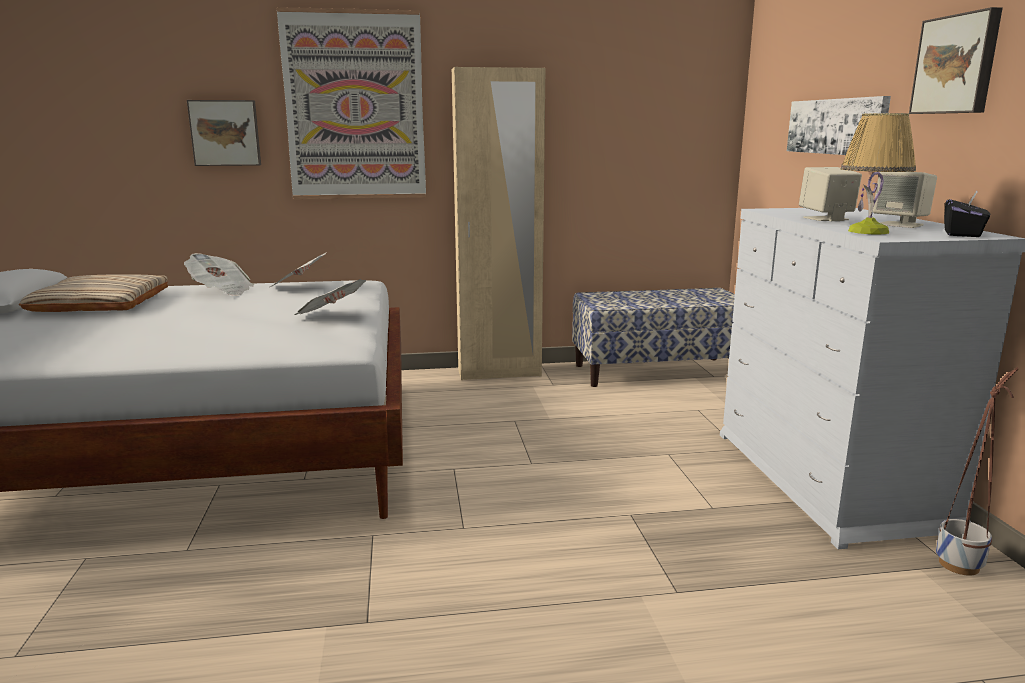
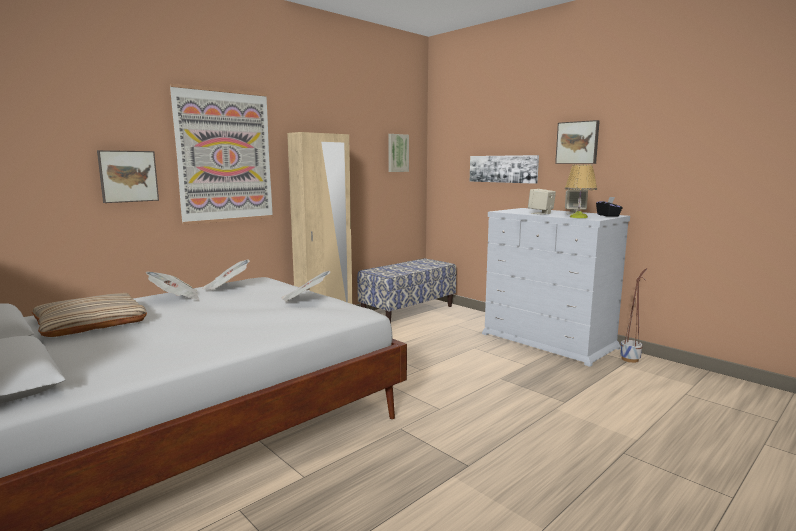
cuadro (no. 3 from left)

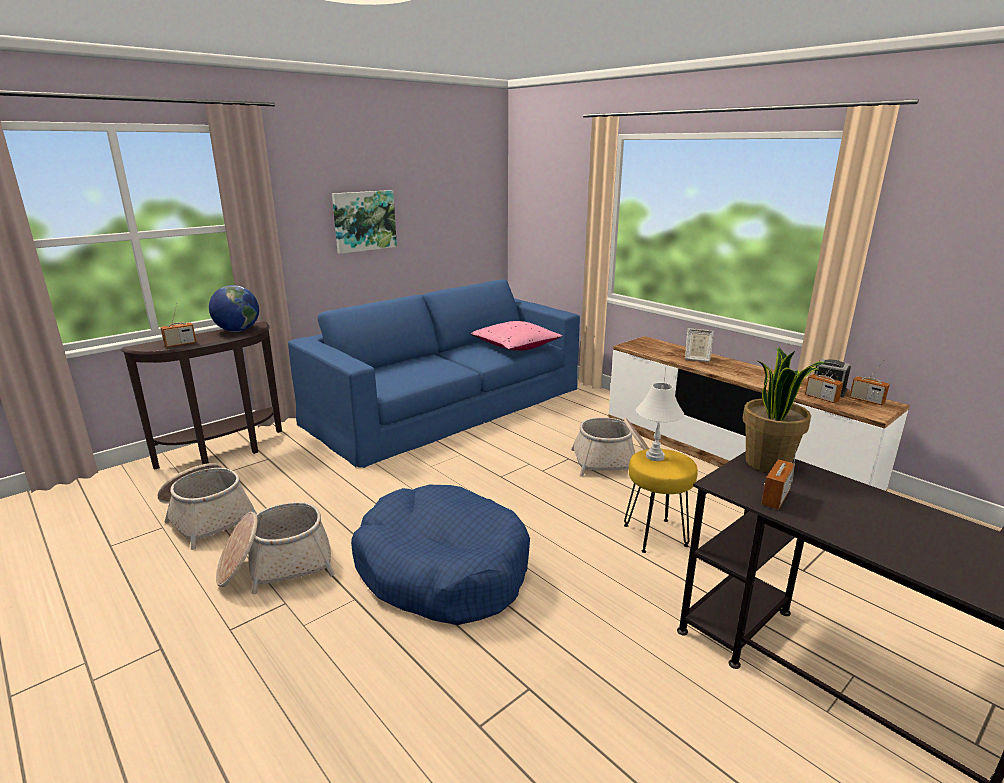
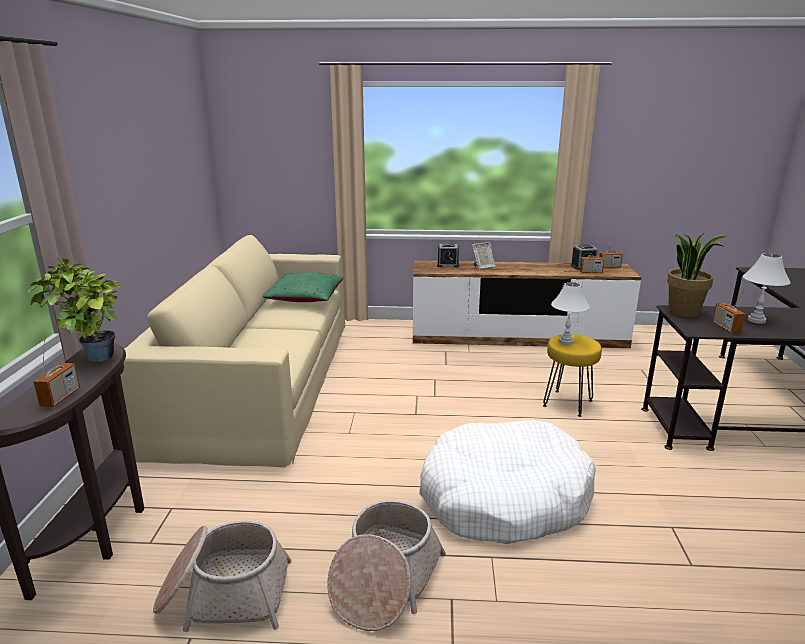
cuadro
cesta (no. 3 from left in the first image)
despertador (no. 1 from left)
lámpara de mesa (blanco) (no. 2 from left)
planta en maceta (no. 1 from left)
sofá (beis)
cama para perro (blanco)
cojín (verde)

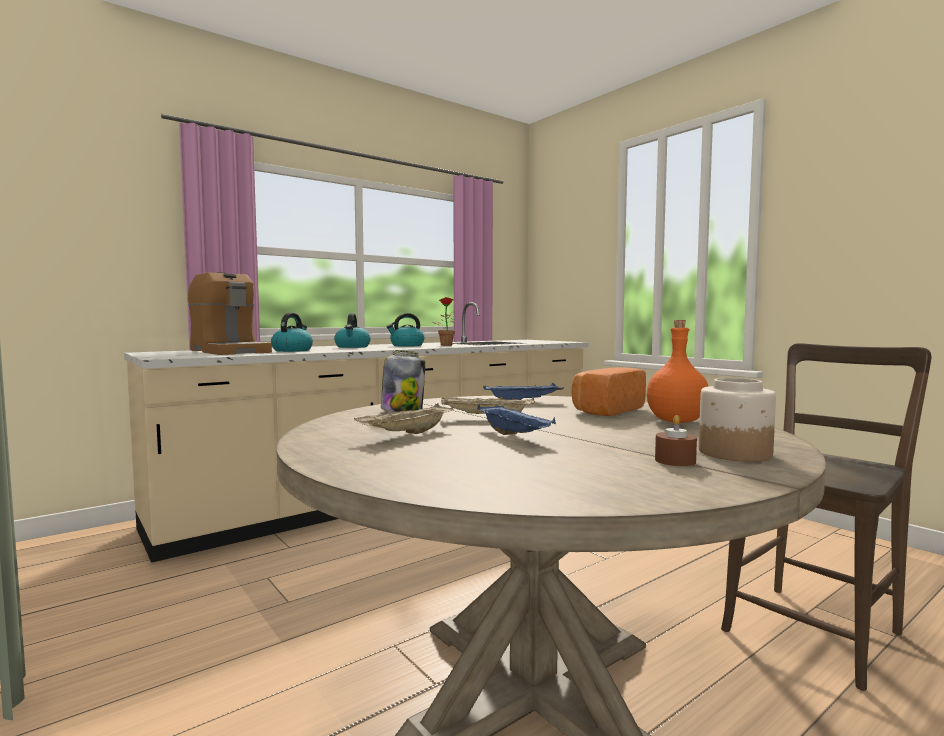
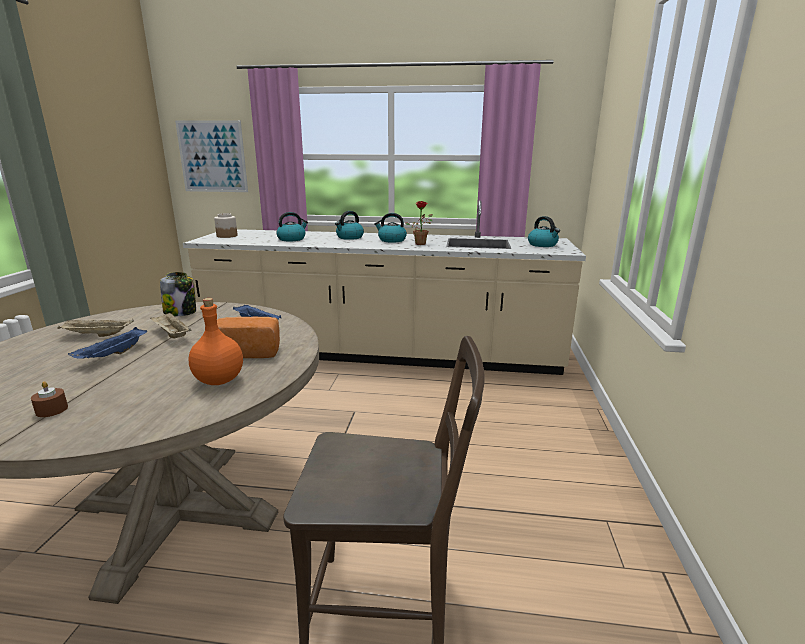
cafetera
cuadro
hervidor (no. 4 from left)
tarro (no. 2 from left)

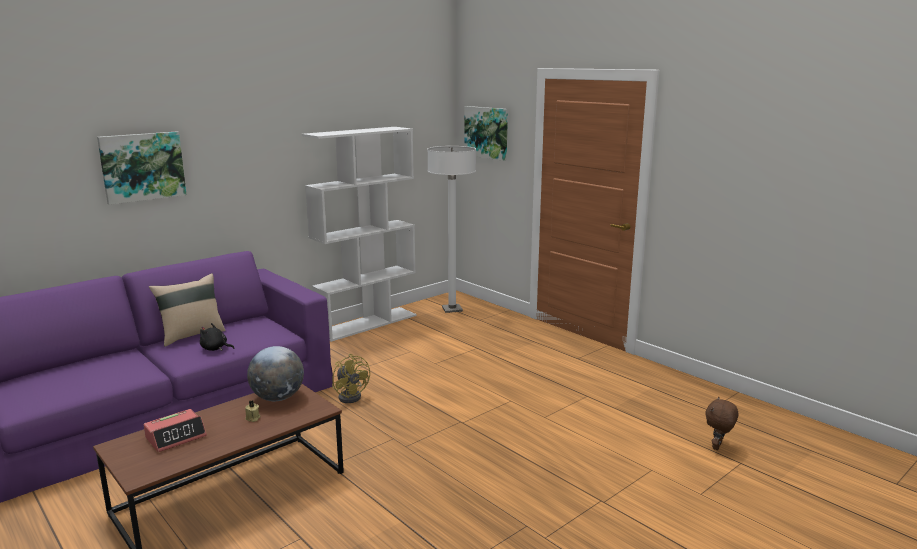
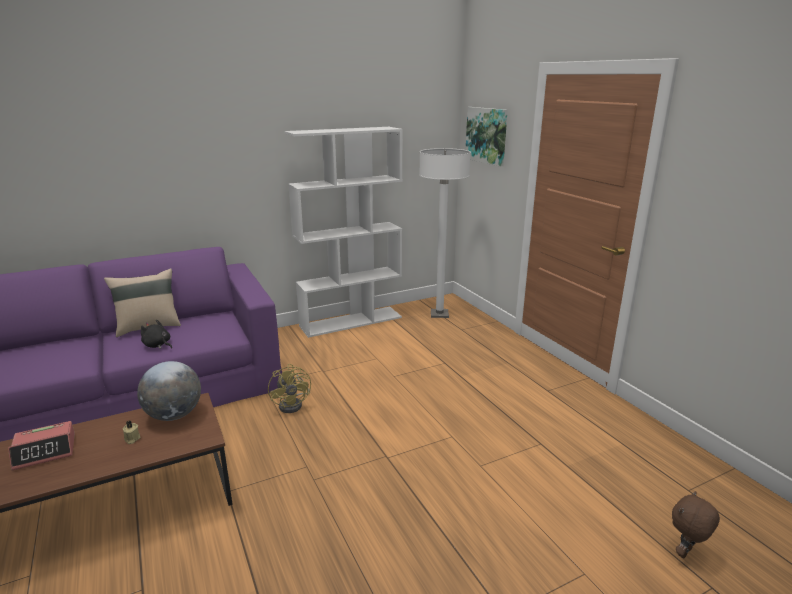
cuadro (no. 1 from left in the first image)

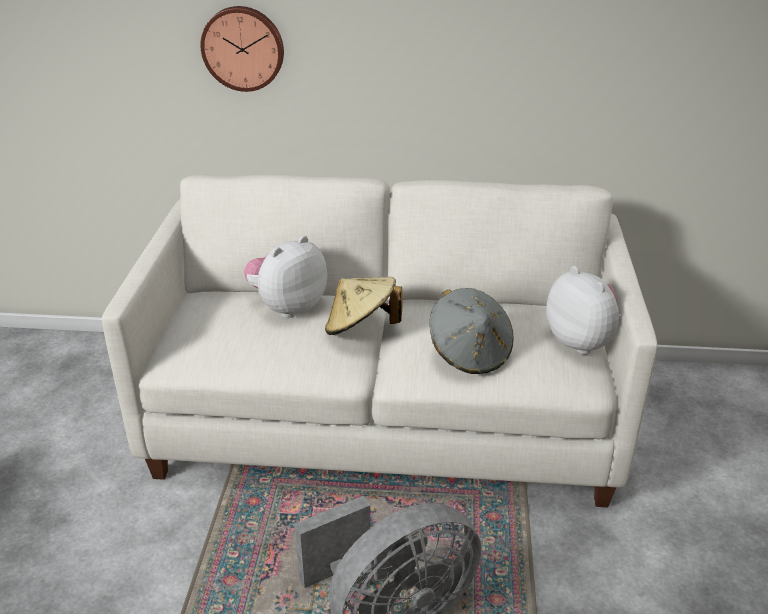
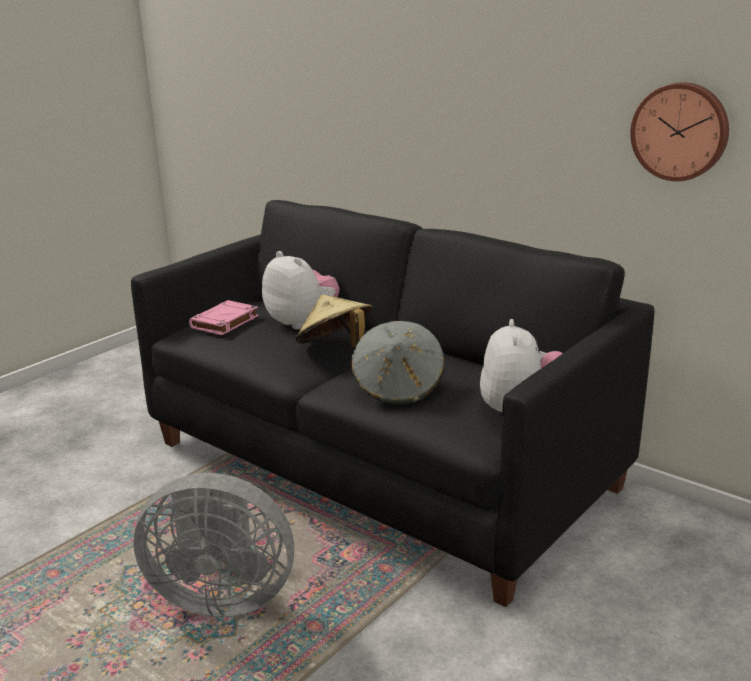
libro (rosa)
reloj de pared
sofá (negro)
peluche (no. 1 from left)

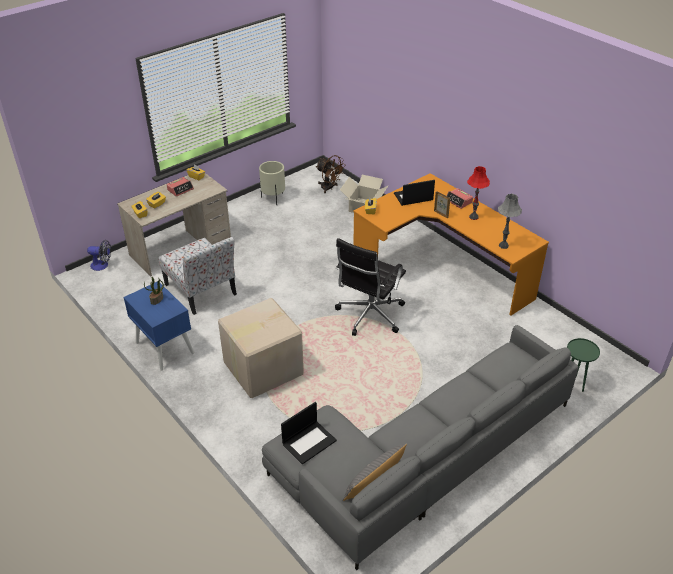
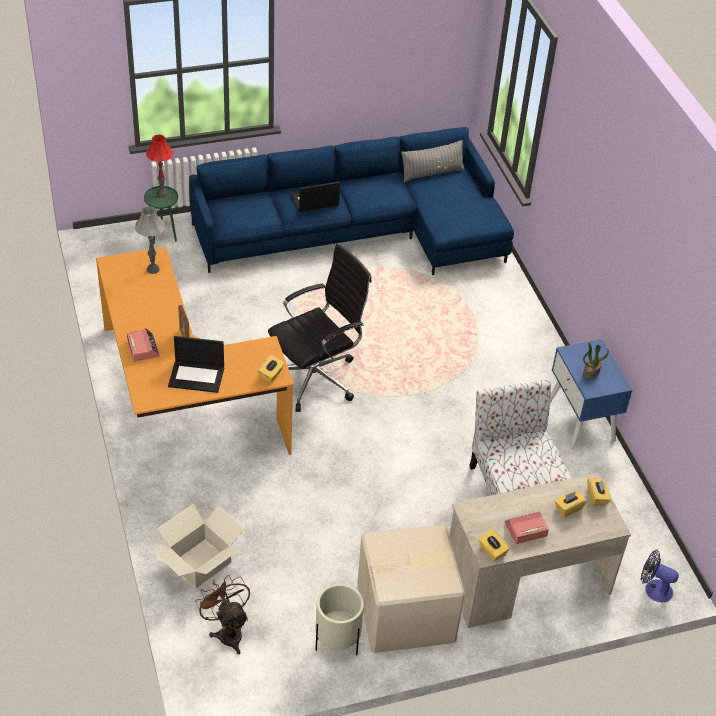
caja de cartón (no. 2 from left)
portátil (no. 2 from left)
lámpara de mesa (rojo)
sofá (azul)

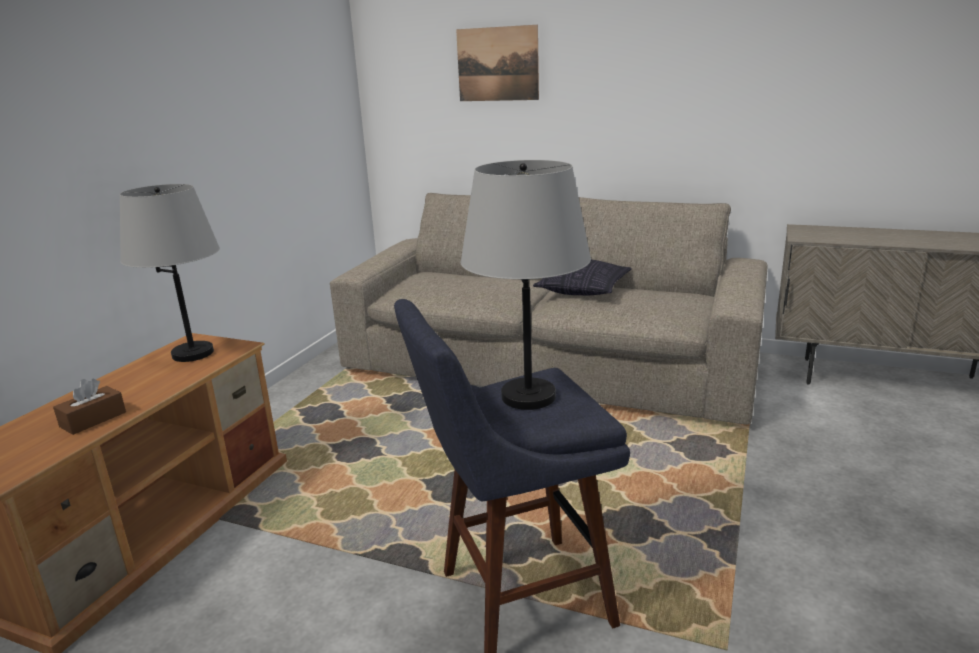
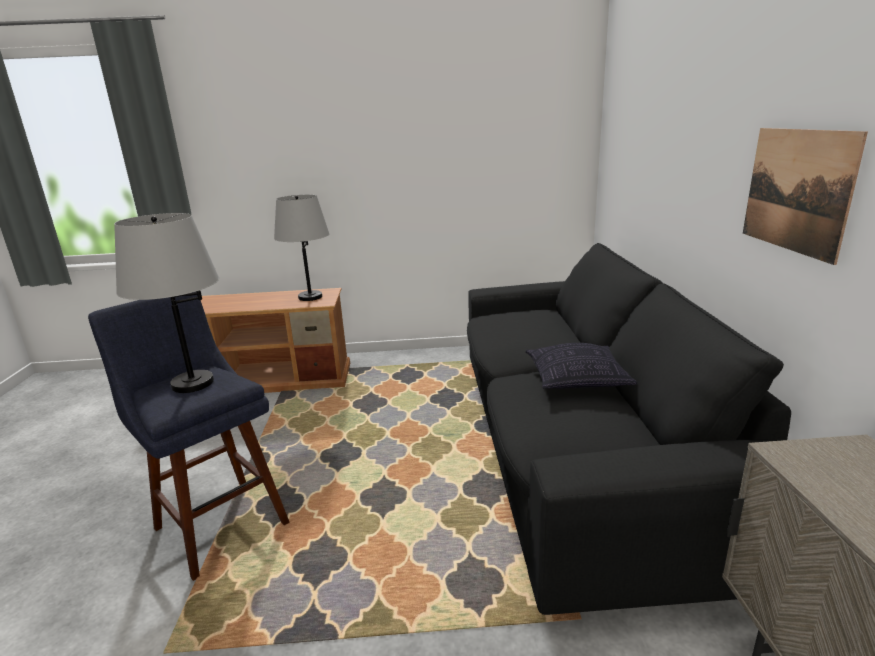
caja de pañuelos (marrón)
cuadro
sofá (negro)

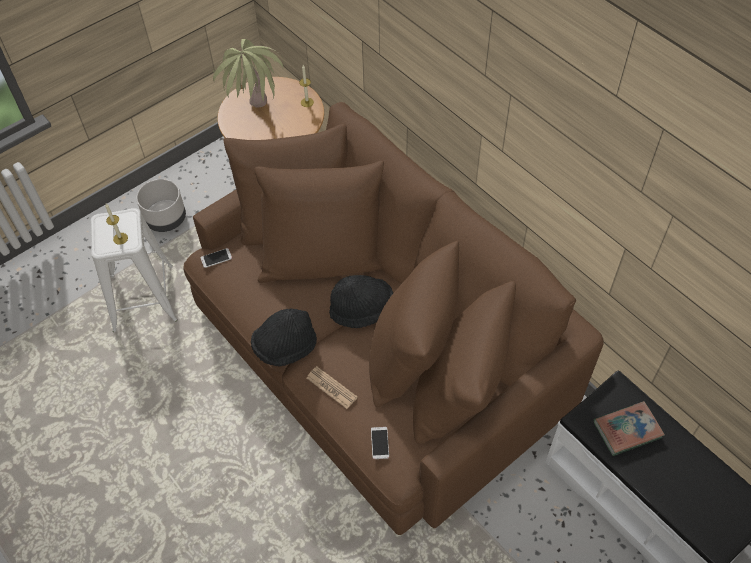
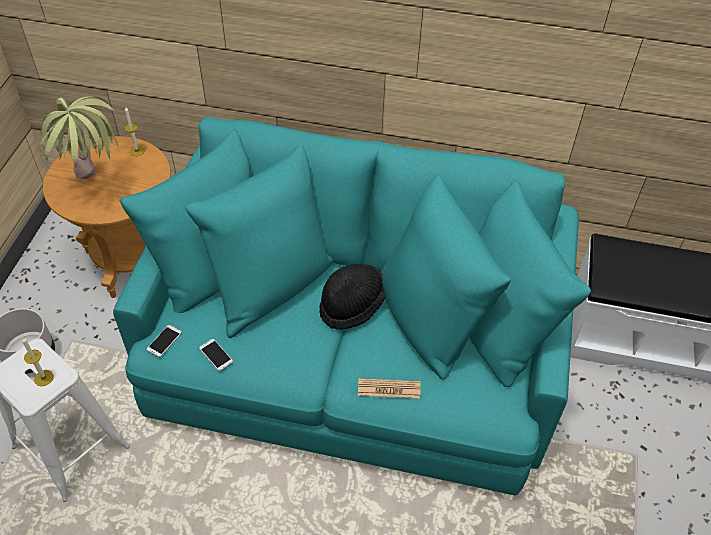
sombrero (negro) (no. 1 from left in the first image)
libro
móvil (no. 2 from left)
sofá (turquesa)

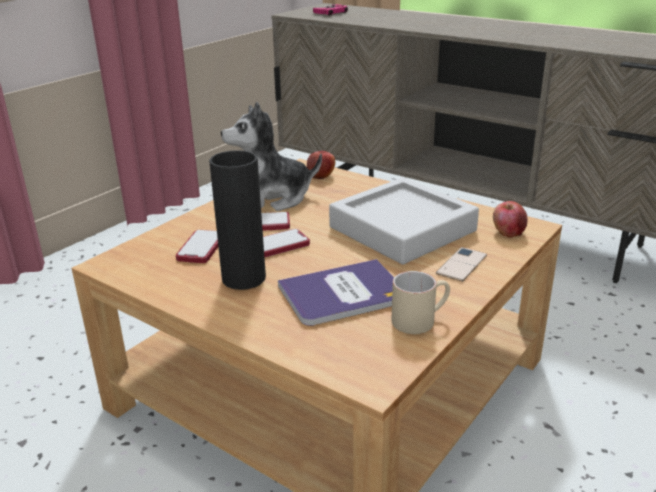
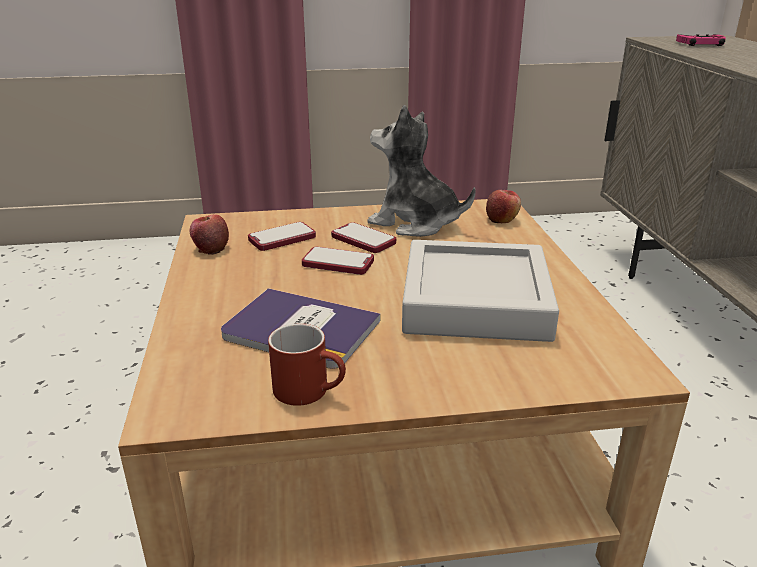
florero (negro)
móvil (no. 4 from left in the first image)
manzana (no. 1 from left)
taza grande (rojo)

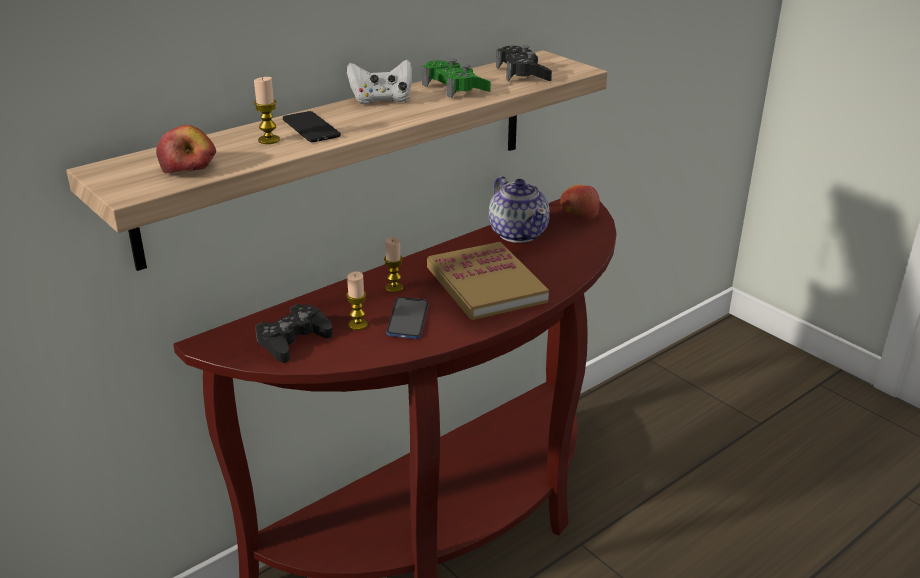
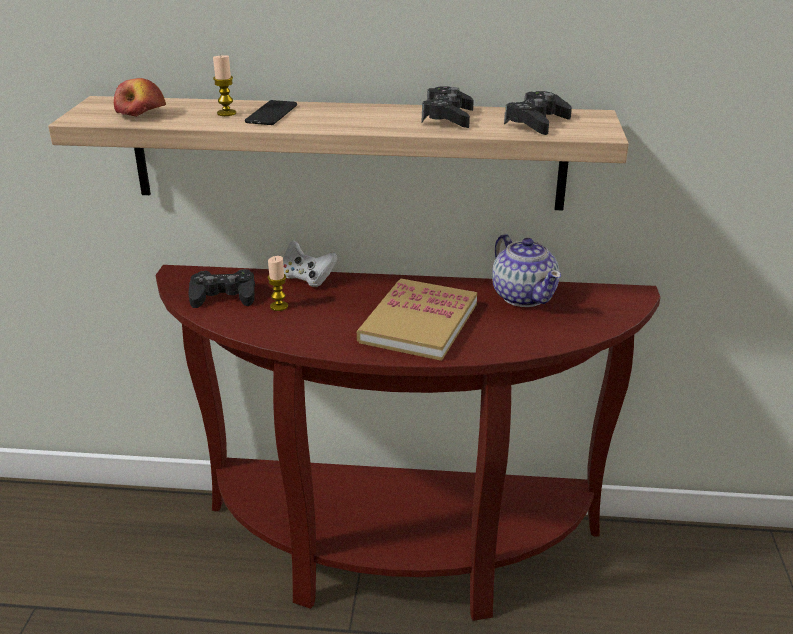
vela (no. 3 from left in the first image)
móvil (no. 2 from left in the first image)
manzana (no. 2 from left in the first image)
mando de consola (blanco)
mando de consola (negro) (no. 2 from left)
tetera

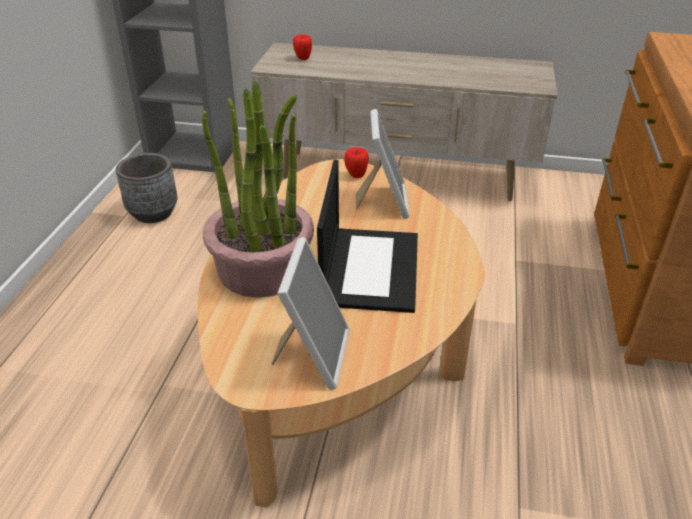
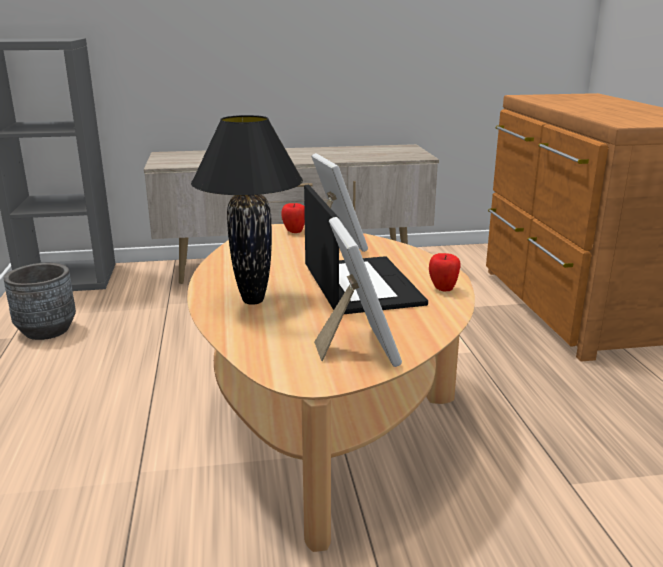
manzana (no. 2 from left)
lámpara de mesa (negro)

